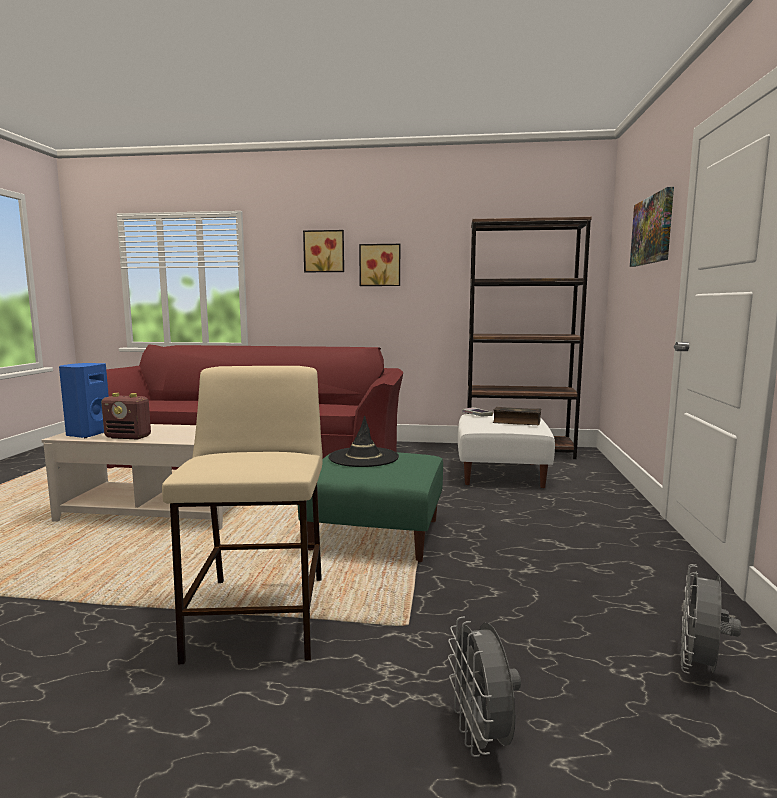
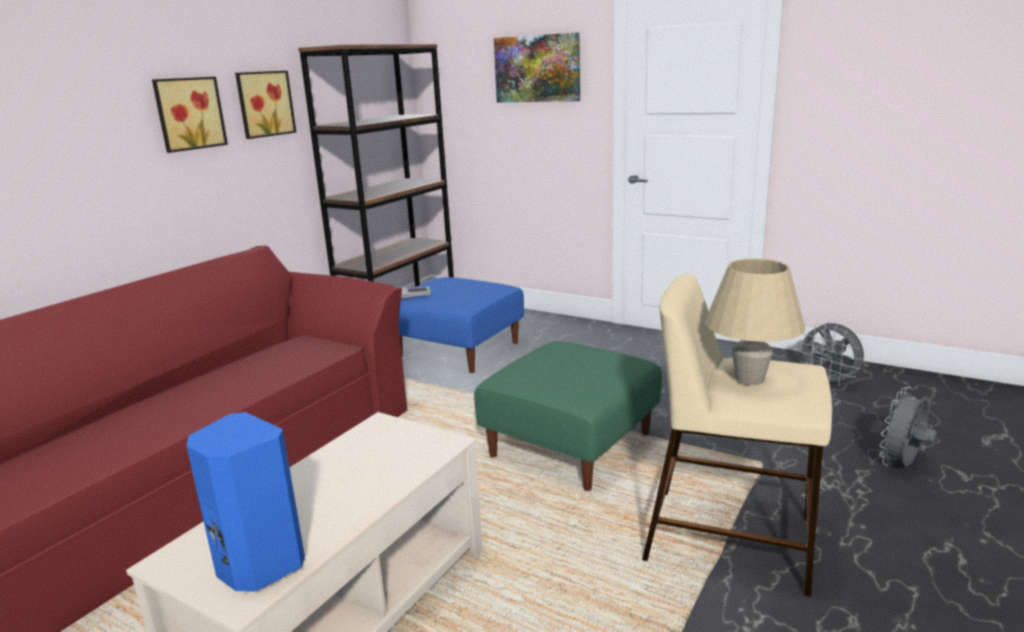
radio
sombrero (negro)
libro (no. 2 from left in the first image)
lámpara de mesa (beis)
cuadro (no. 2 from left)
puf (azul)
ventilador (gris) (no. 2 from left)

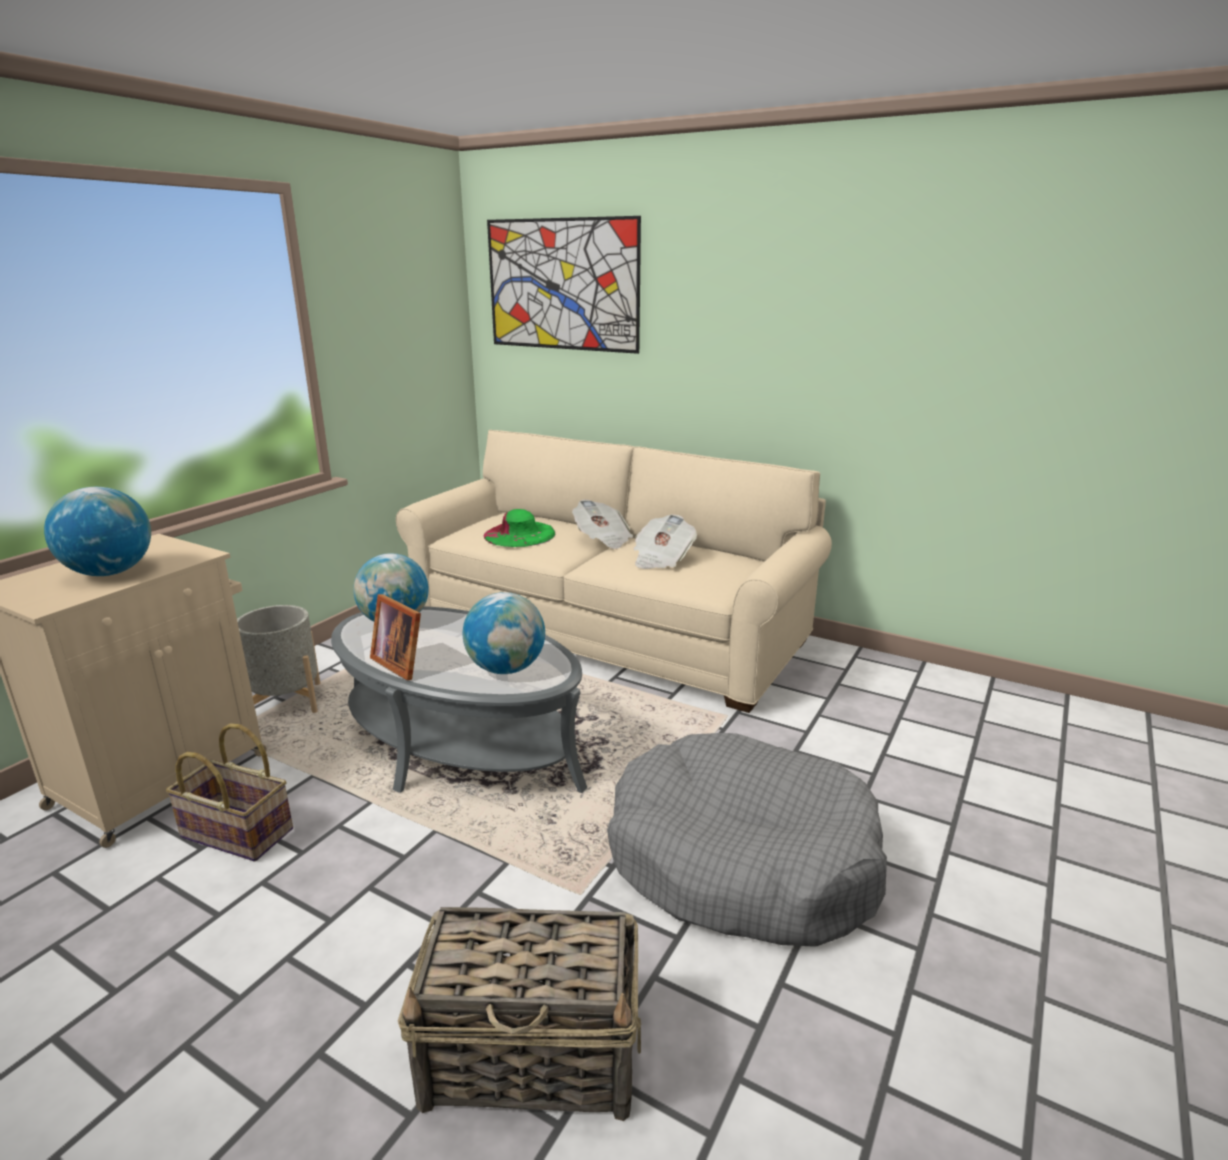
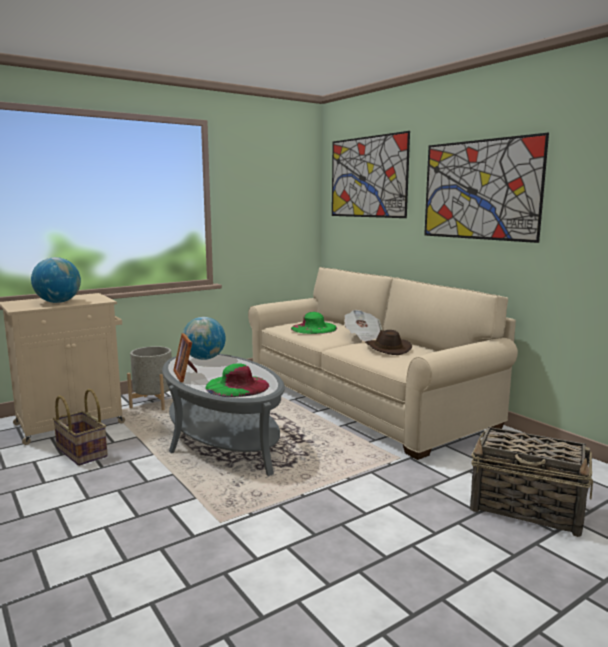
cama para perro (gris)
cuadro (no. 2 from left)
cesta (no. 2 from left)
sombrero (verde) (no. 1 from left)
sombrero (marrón)

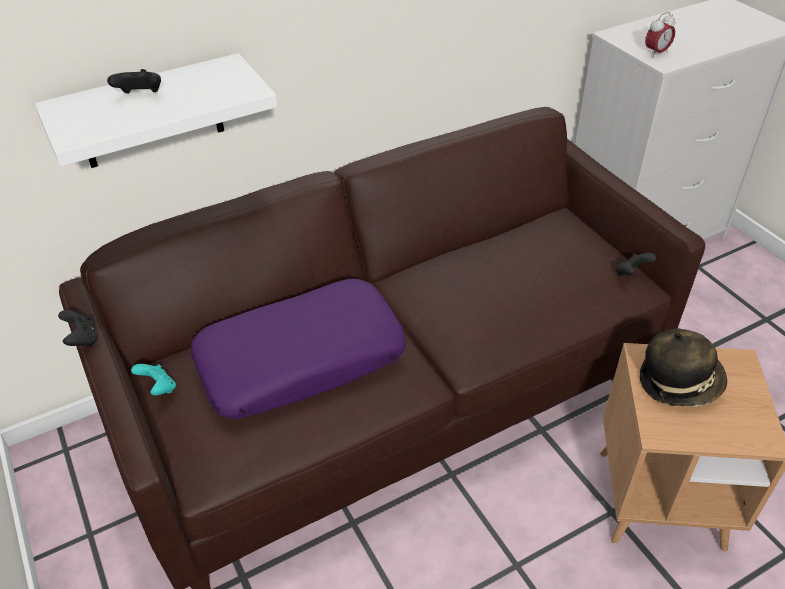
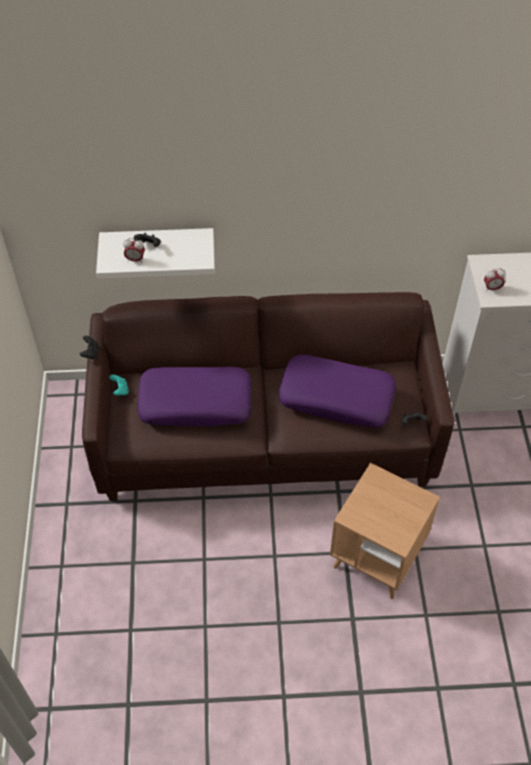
sombrero
despertador (no. 1 from left)
cojín (morado) (no. 2 from left)

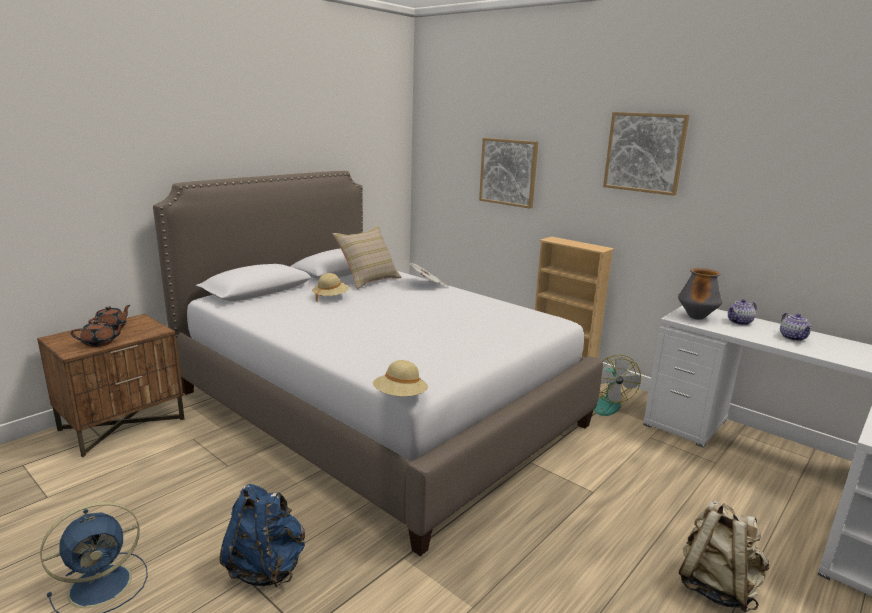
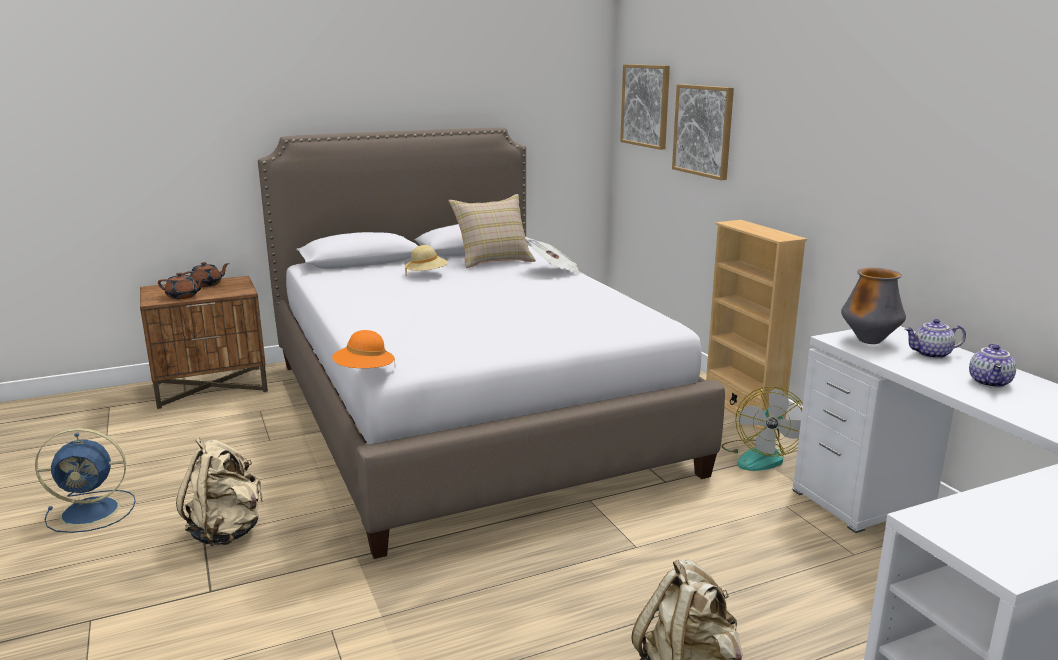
cuadro (no. 1 from left)
mochila (beis) (no. 1 from left)
sombrero (naranja)

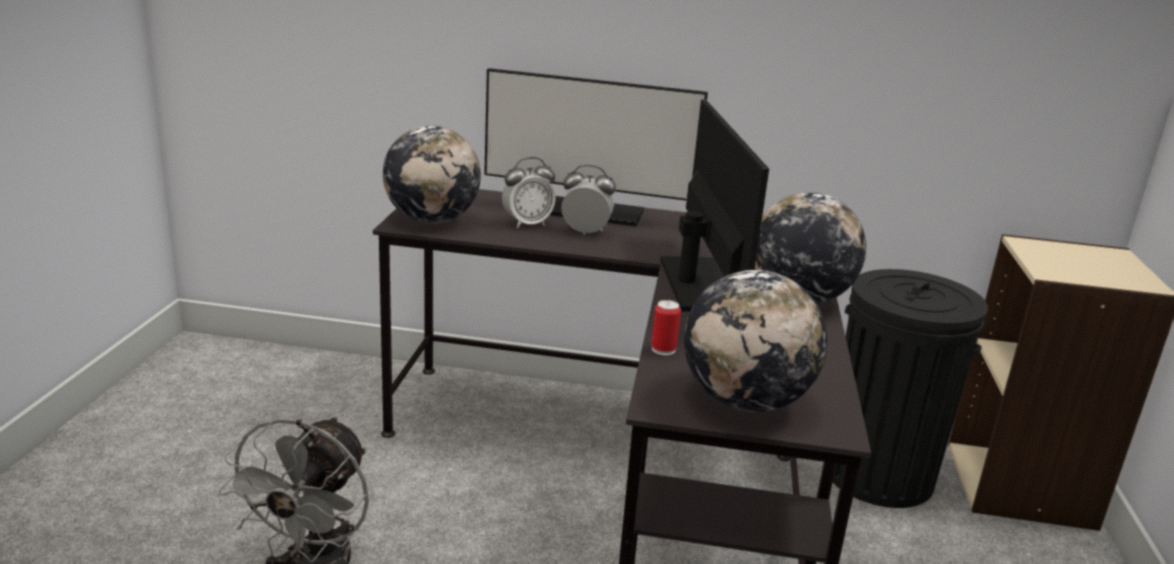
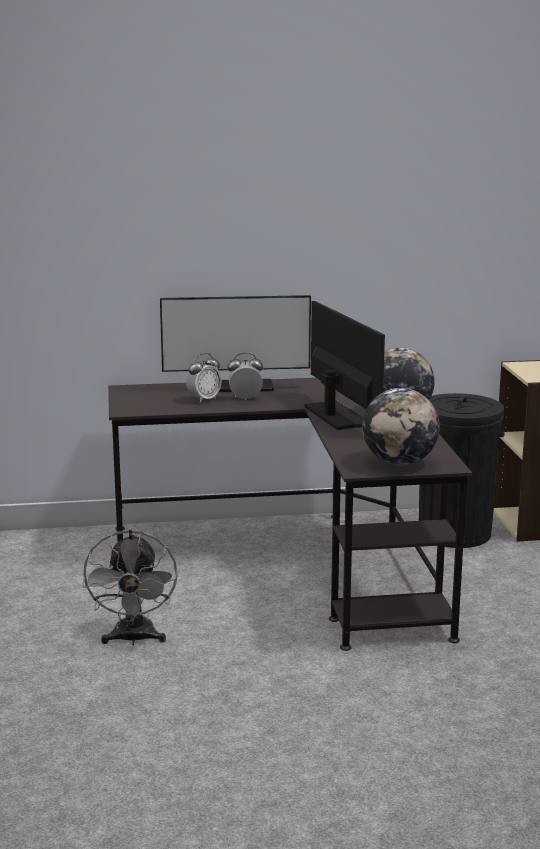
globo terráqueo (no. 1 from left in the first image)
lata

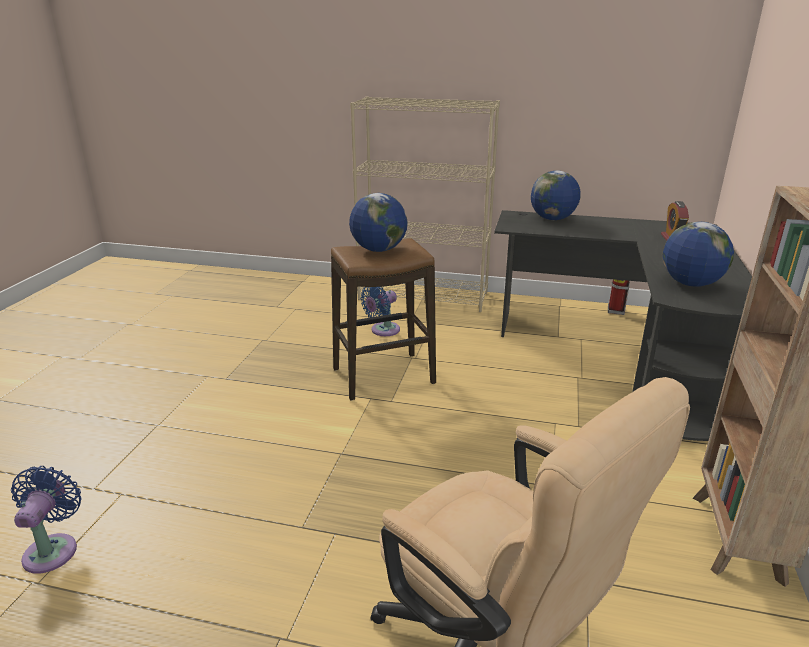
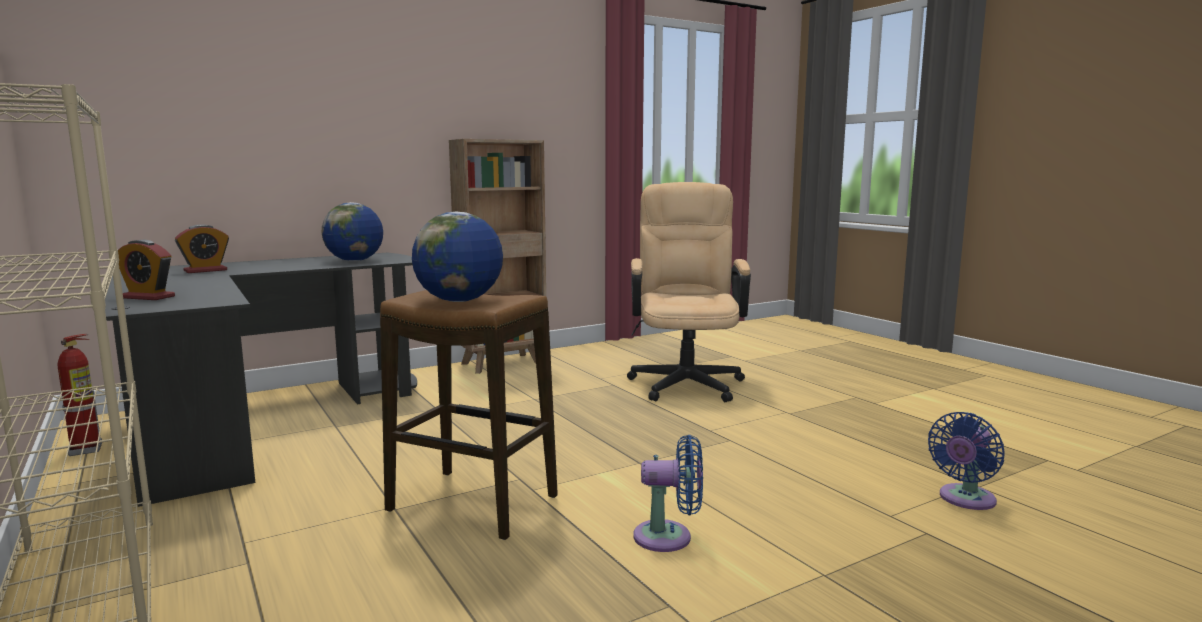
ventilador (azul) (no. 1 from left)
despertador (no. 1 from left)

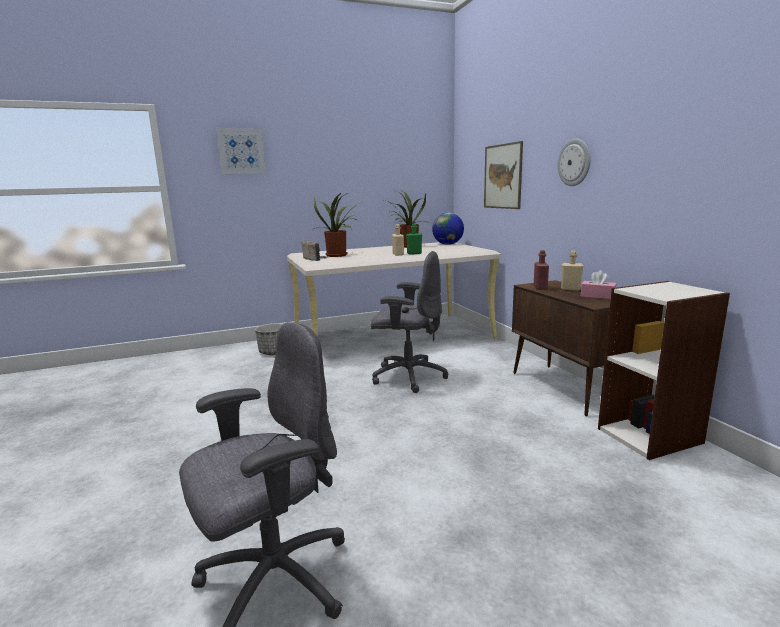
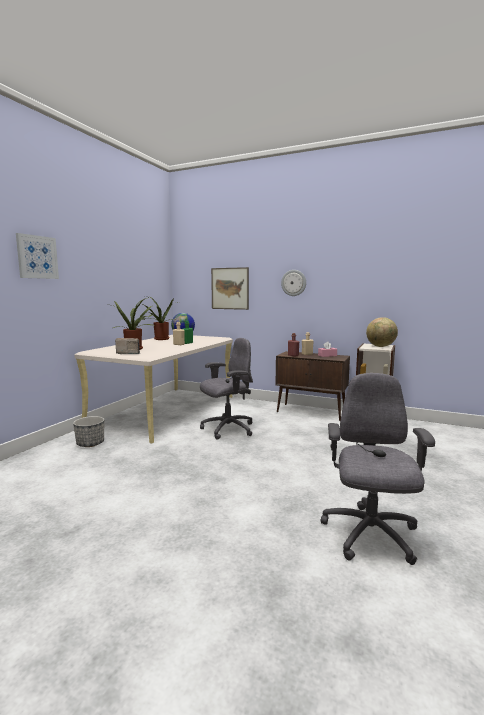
globo terráqueo (no. 2 from left)

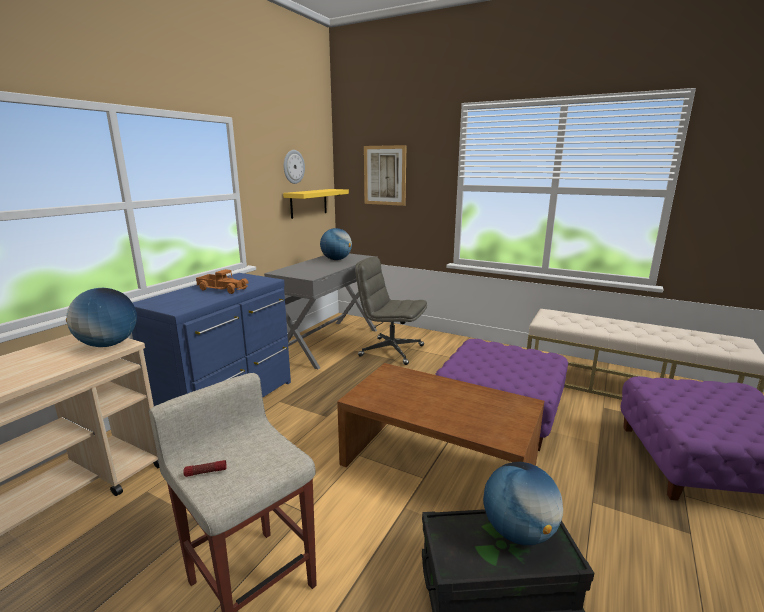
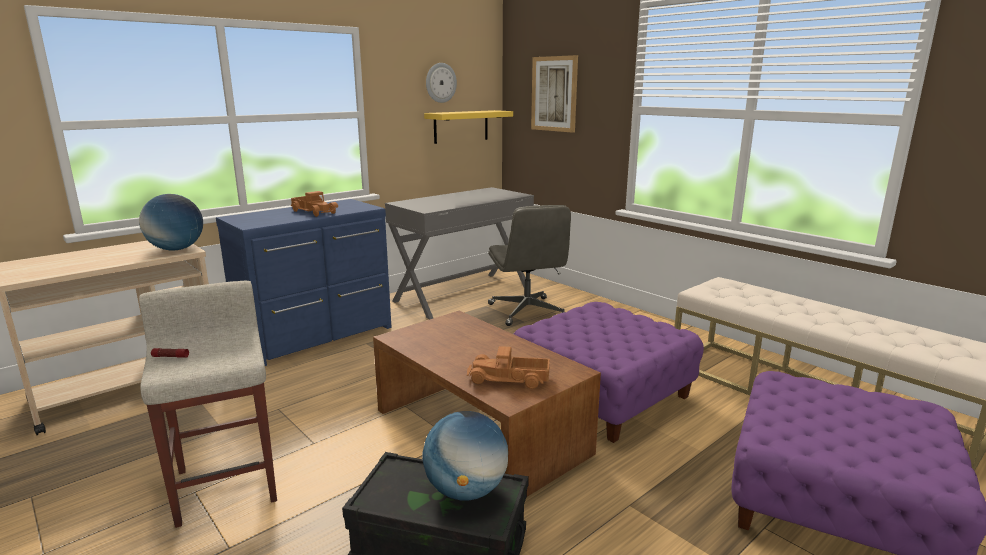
globo terráqueo (no. 2 from left in the first image)
camión de juguete (no. 2 from left)
silla de oficina (gris)

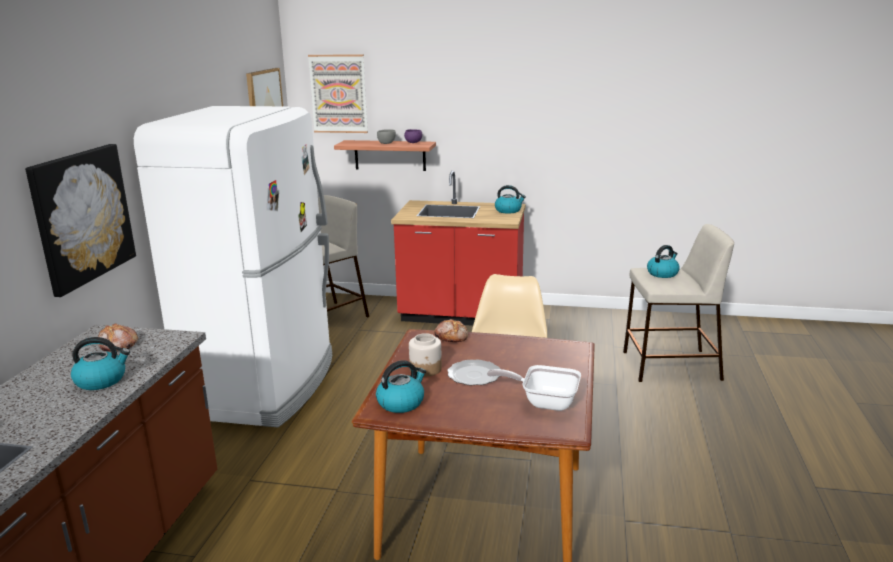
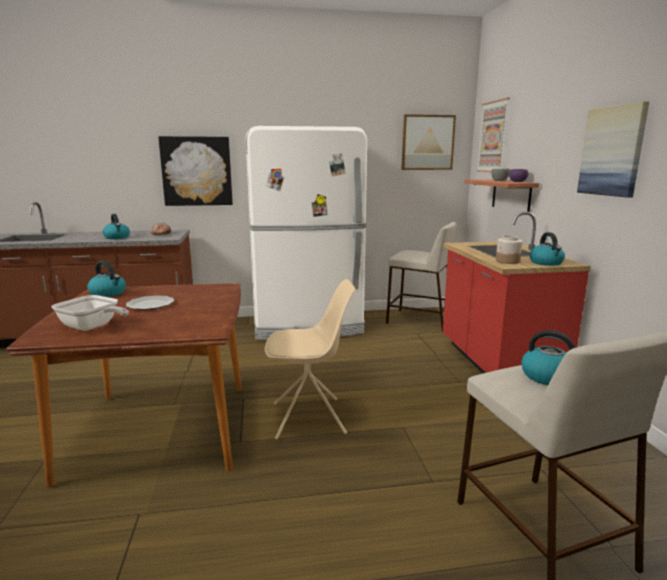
pan (no. 2 from left in the first image)
cuadro (no. 4 from left)
tarro
sartén

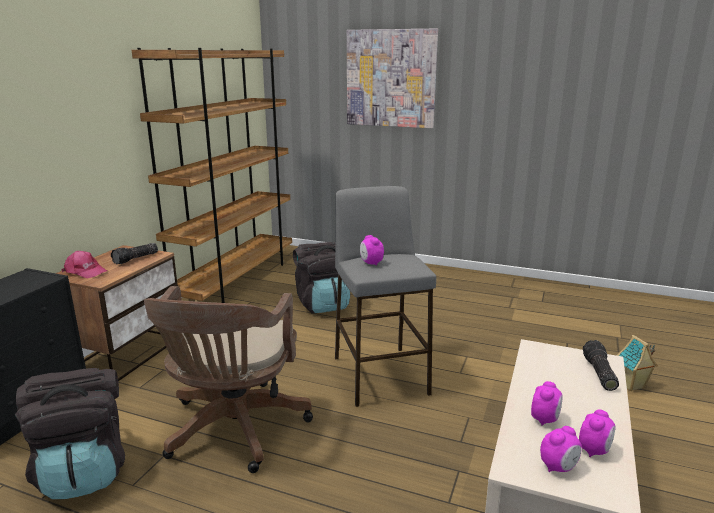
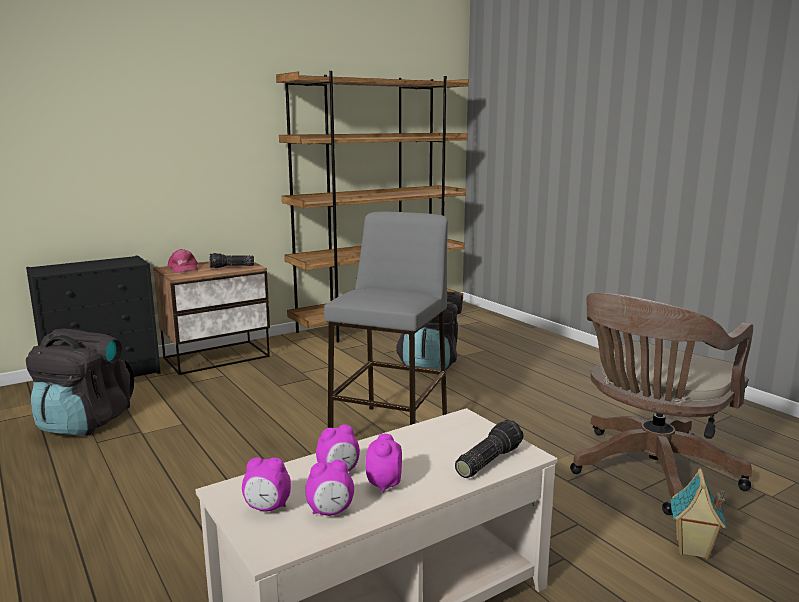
cuadro
silla de oficina (marrón)
despertador (no. 4 from left)

